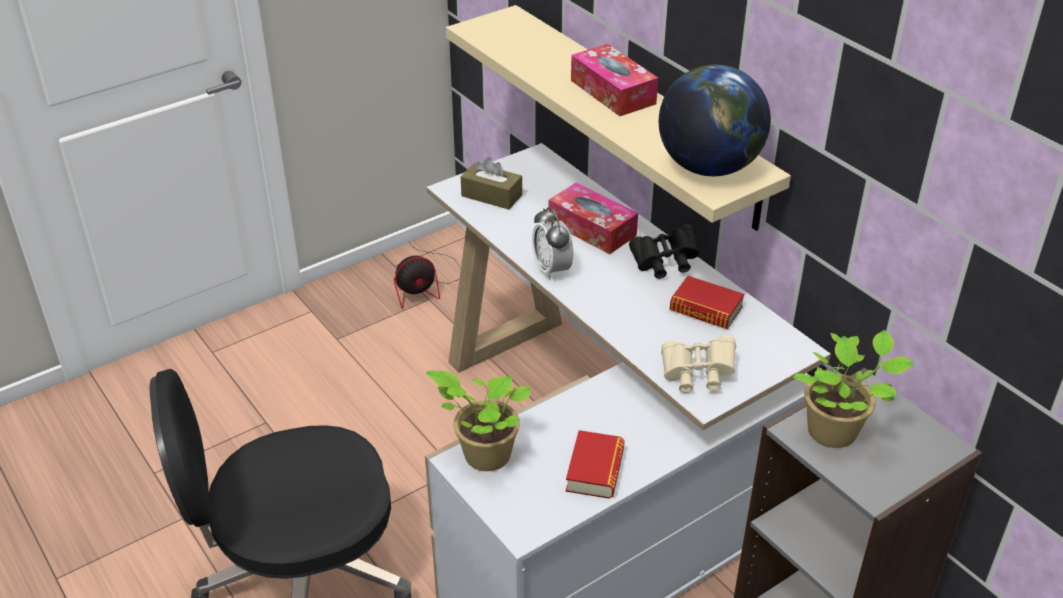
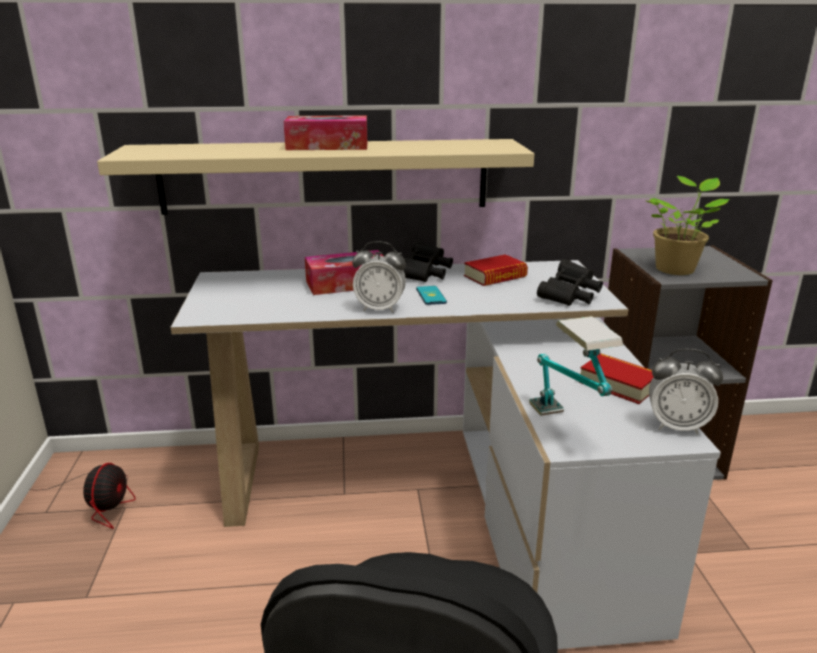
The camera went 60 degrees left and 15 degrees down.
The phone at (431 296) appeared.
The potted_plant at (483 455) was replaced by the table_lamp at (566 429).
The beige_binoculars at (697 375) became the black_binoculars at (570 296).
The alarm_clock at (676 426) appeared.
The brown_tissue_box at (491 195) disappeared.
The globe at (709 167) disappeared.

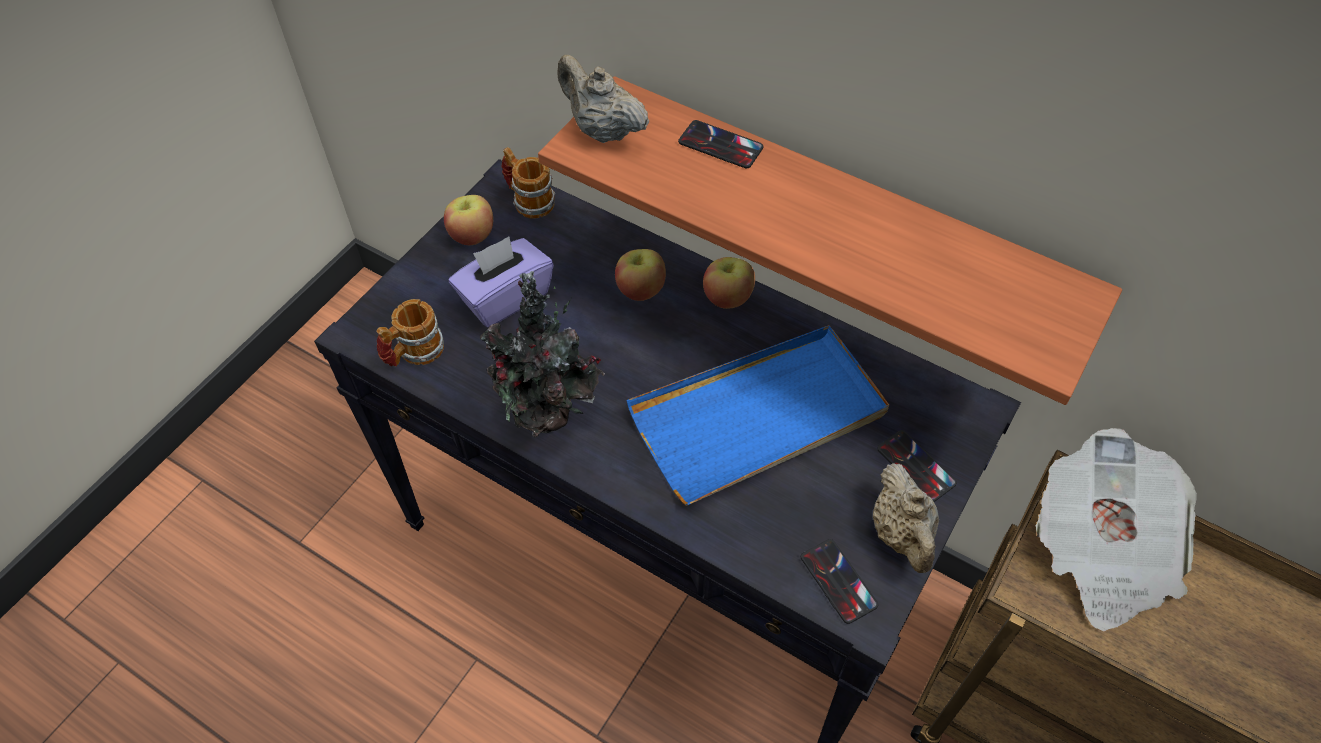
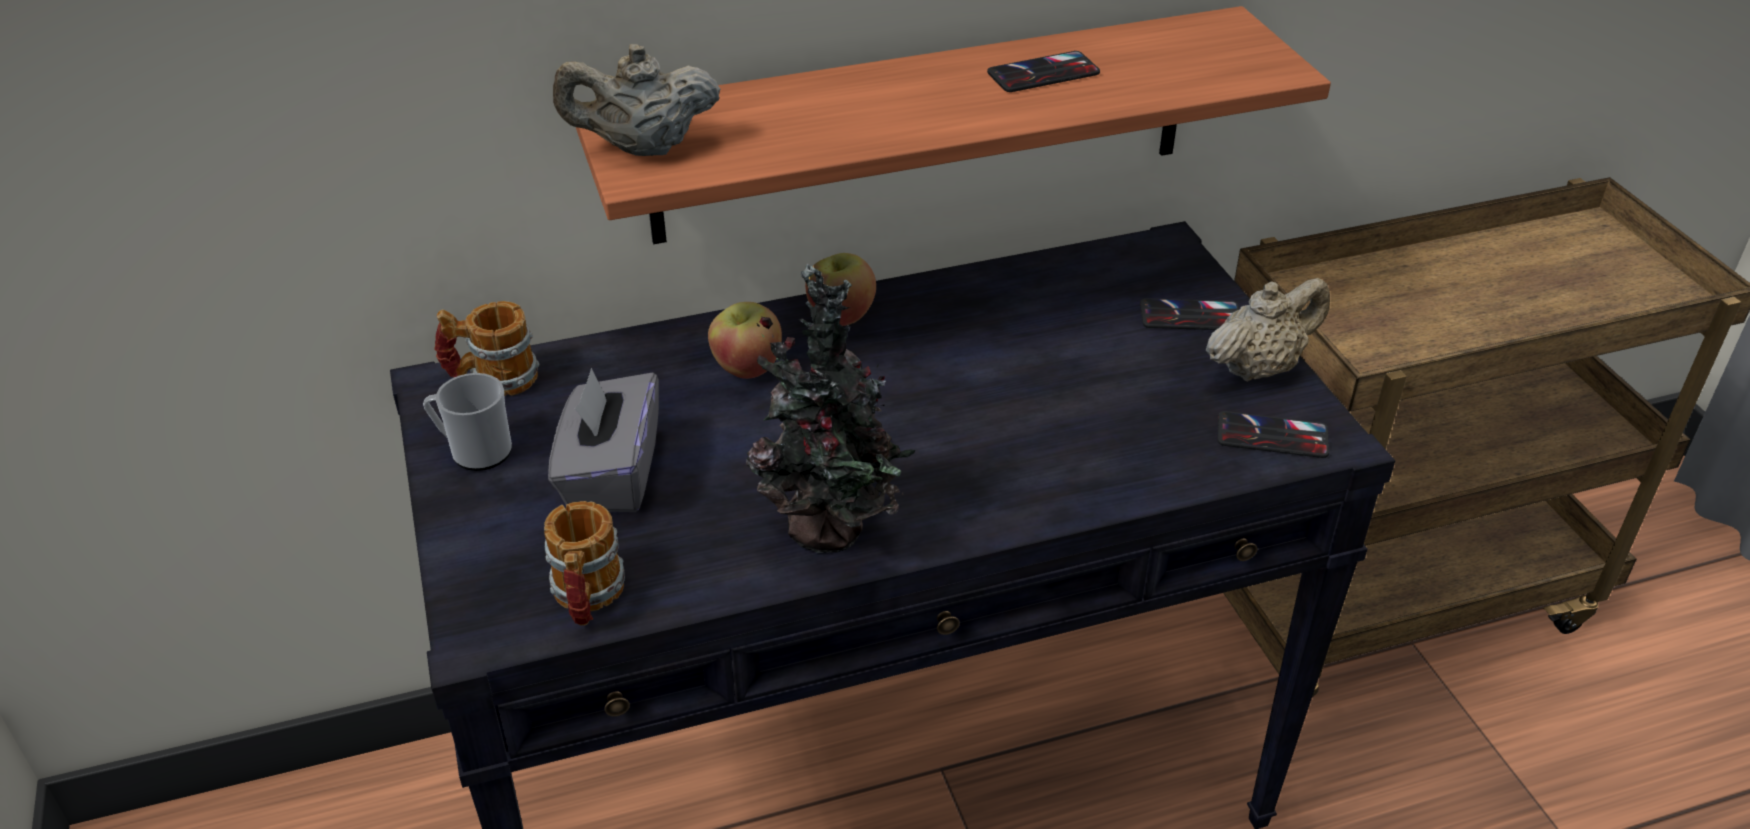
The camera went 50 degrees left and 15 degrees down.
The apple at (472 235) was replaced by the mug at (475 451).
The purple_tissue_box at (505 297) became the grey_tissue_box at (611 474).
The phone moved from (720 145) to (1043 73).
The beige_teapot at (901 534) turned 60 degrees counterclockwise.
The blue_tray at (759 417) disappeared.
The newspaper at (1101 551) disappeared.

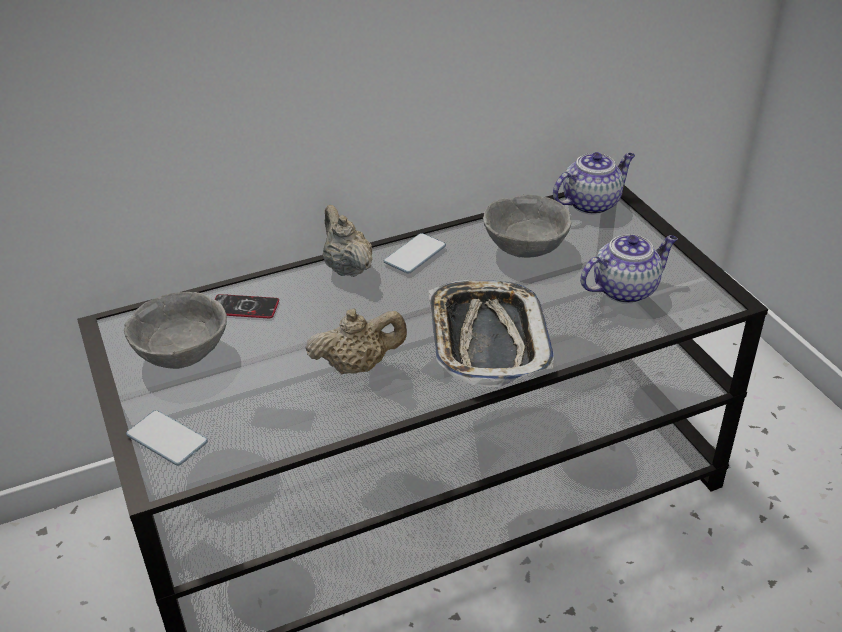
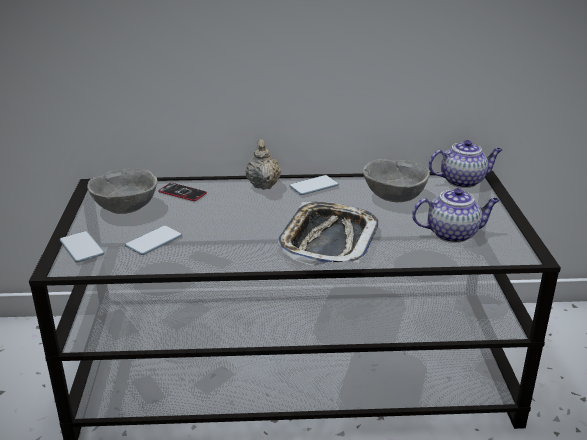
The camera went 20 degrees right and 10 degrees down.
The phone at (154 241) appeared.
The beige_teapot at (358 366) disappeared.

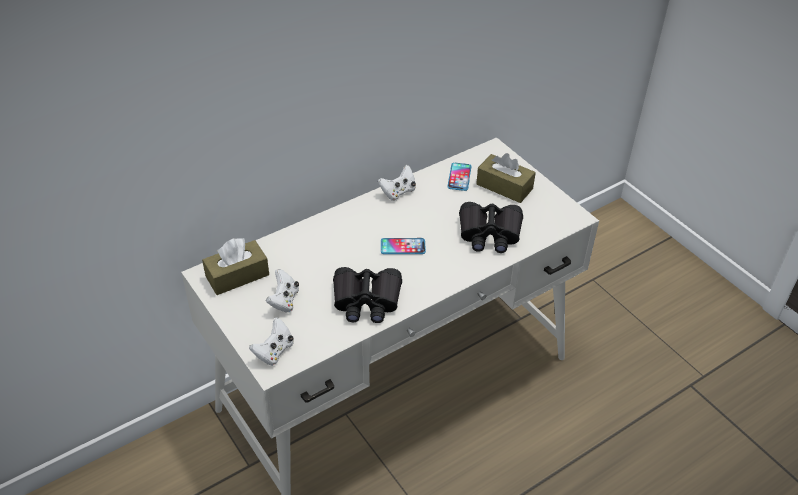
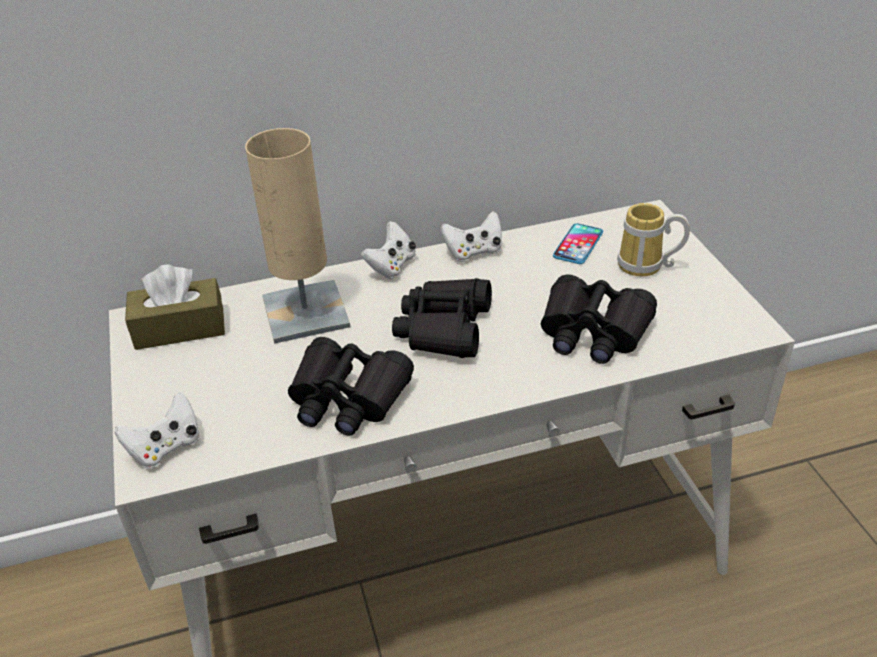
The camera went 20 degrees right and 5 degrees down.
The beige_table_lamp at (305 312) appeared.
The white_game_controller moved from (284 301) to (391 266).
The phone at (403 247) was replaced by the black_binoculars at (444 328).
The brown_tissue_box at (504 186) was replaced by the mug at (646 267).

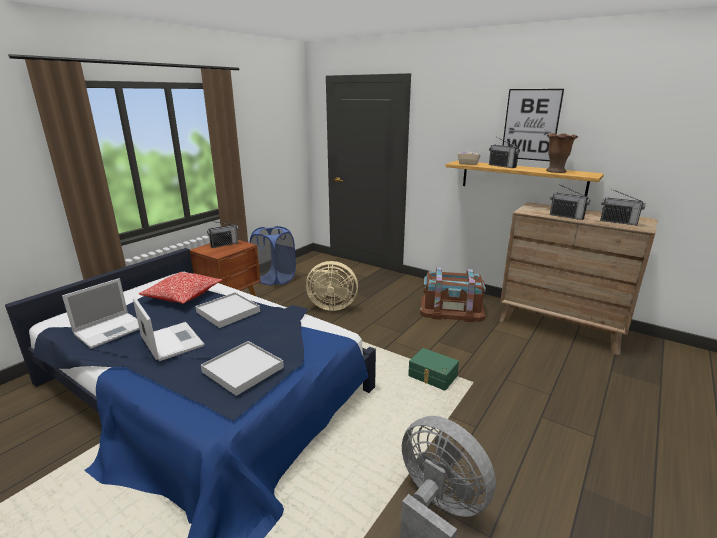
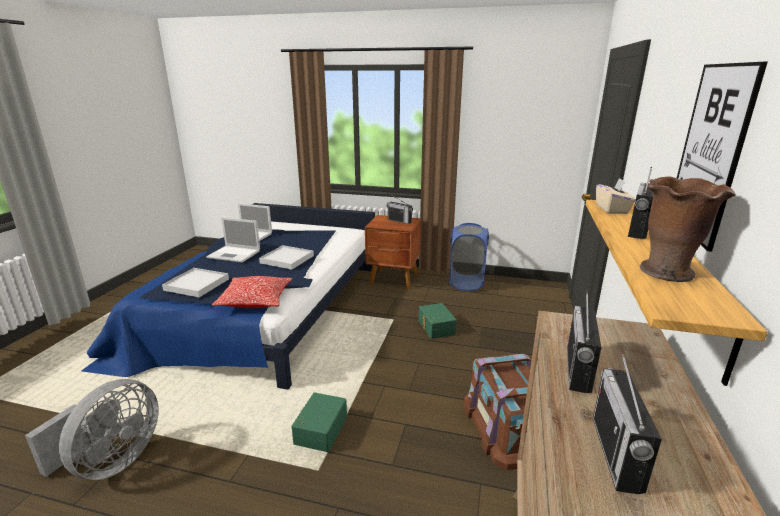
The camera went 70 degrees right and 0 degrees up.
The laptop at (171 341) turned 75 degrees clockwise.
The pillow moved from (183 296) to (255 301).
The beige_fan at (331 306) was replaced by the green_storage_box at (435 327).

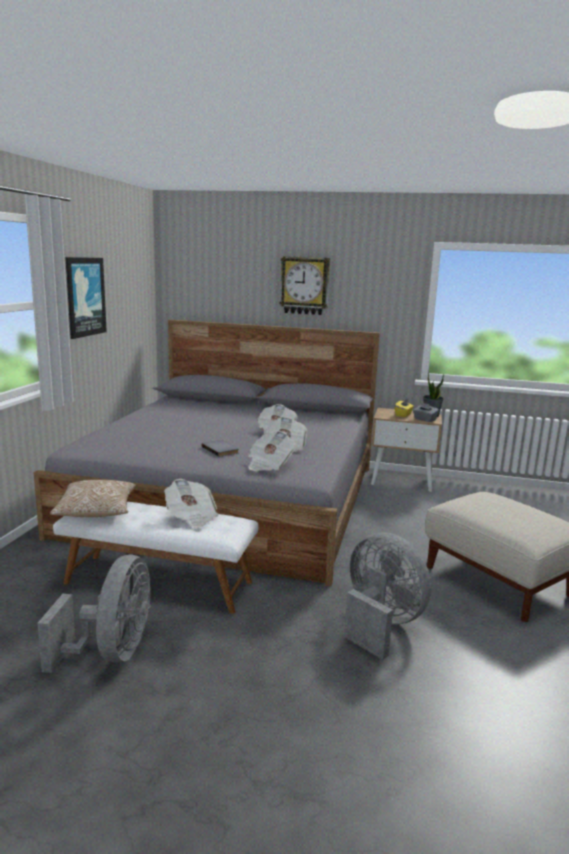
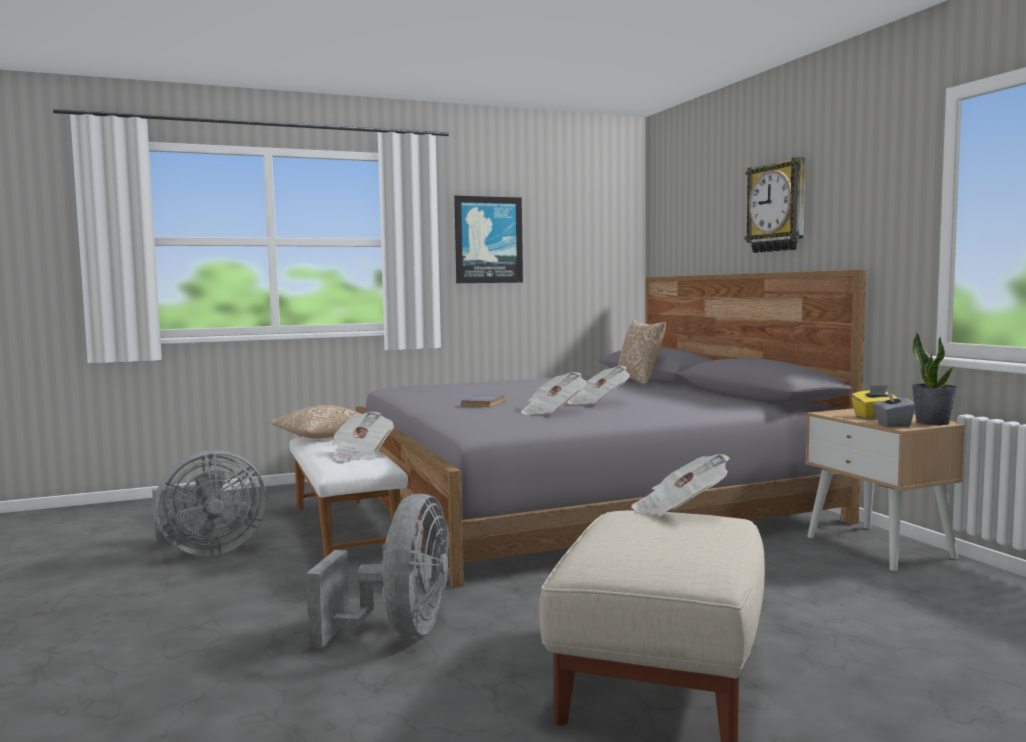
The camera went 55 degrees right and 10 degrees down.
The pillow at (640 381) appeared.
The newspaper moved from (269 464) to (679 509).

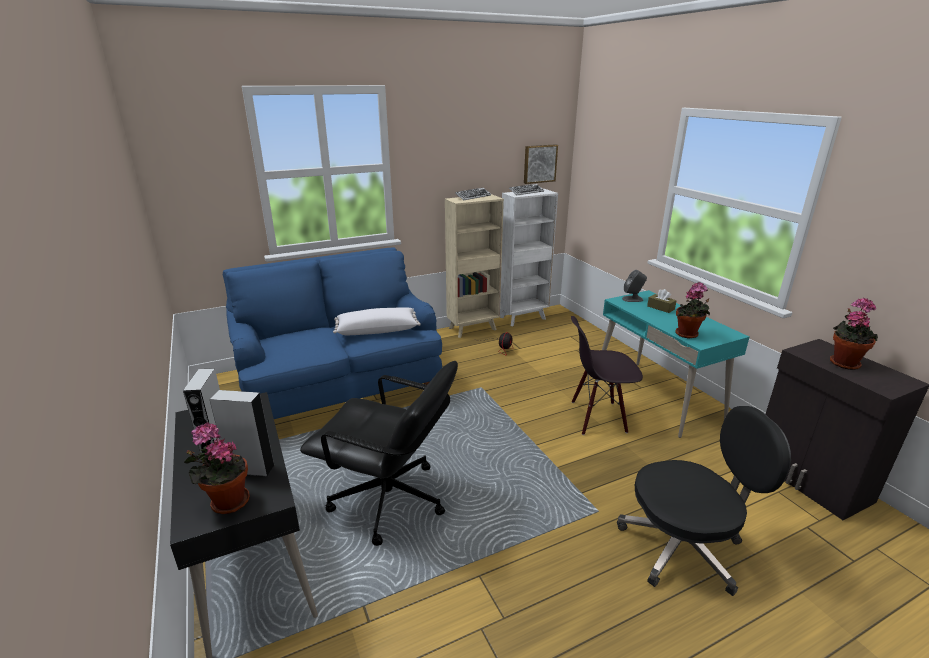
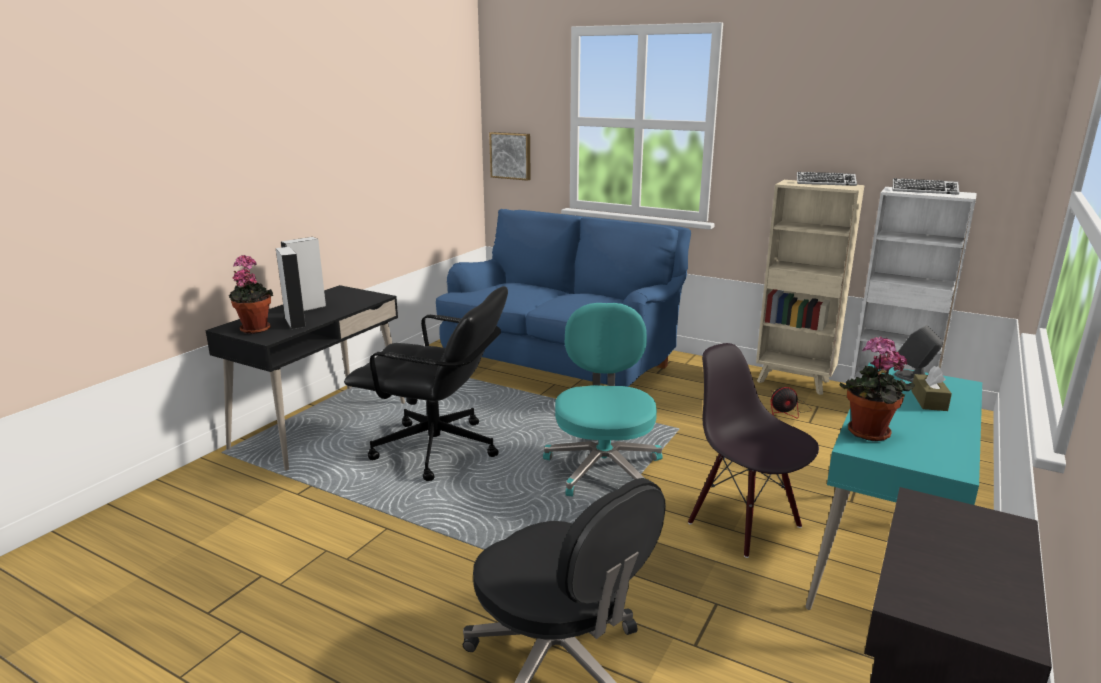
The camera went 55 degrees right and 5 degrees down.
The black_office_chair at (389 501) turned 60 degrees counterclockwise.
The picture moved from (539 163) to (511 155).
The turquoise_office_chair at (603 467) appeared.
The white_pillow at (377 330) disappeared.
The potted_plant at (843 362) disappeared.

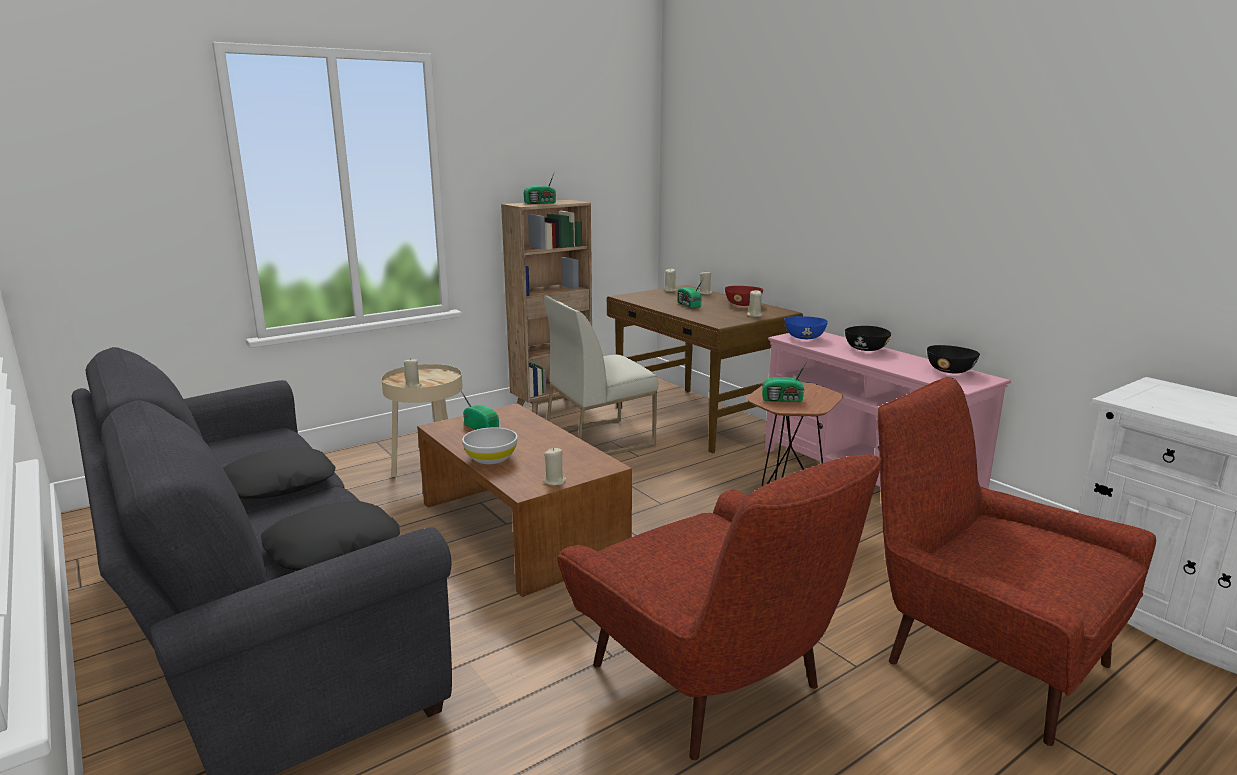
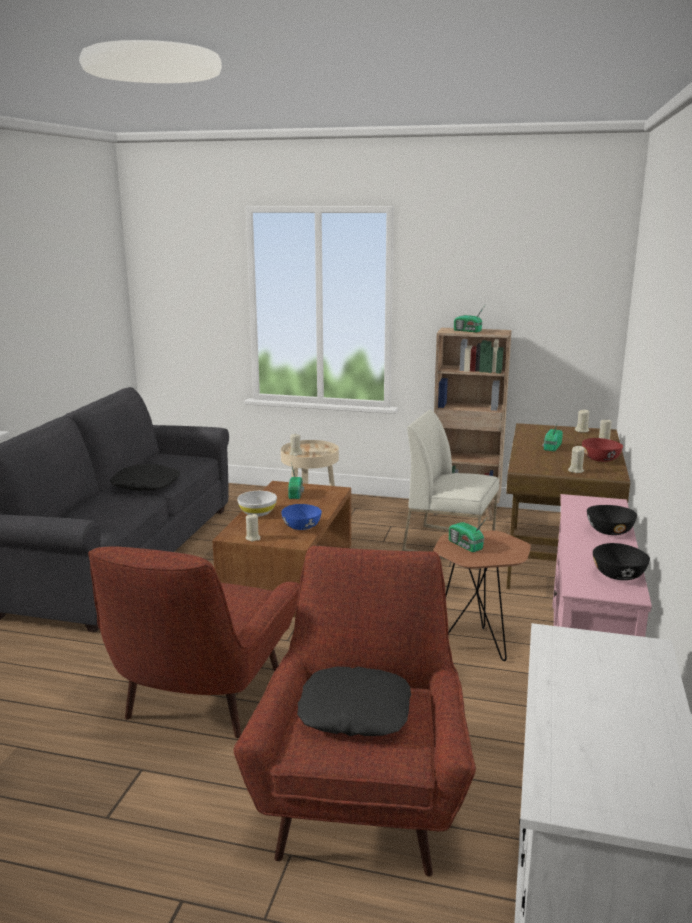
The camera went 50 degrees right and 0 degrees up.
The blue_bowl moved from (804 338) to (301 527).
The black_pillow moved from (332 547) to (355 711).

